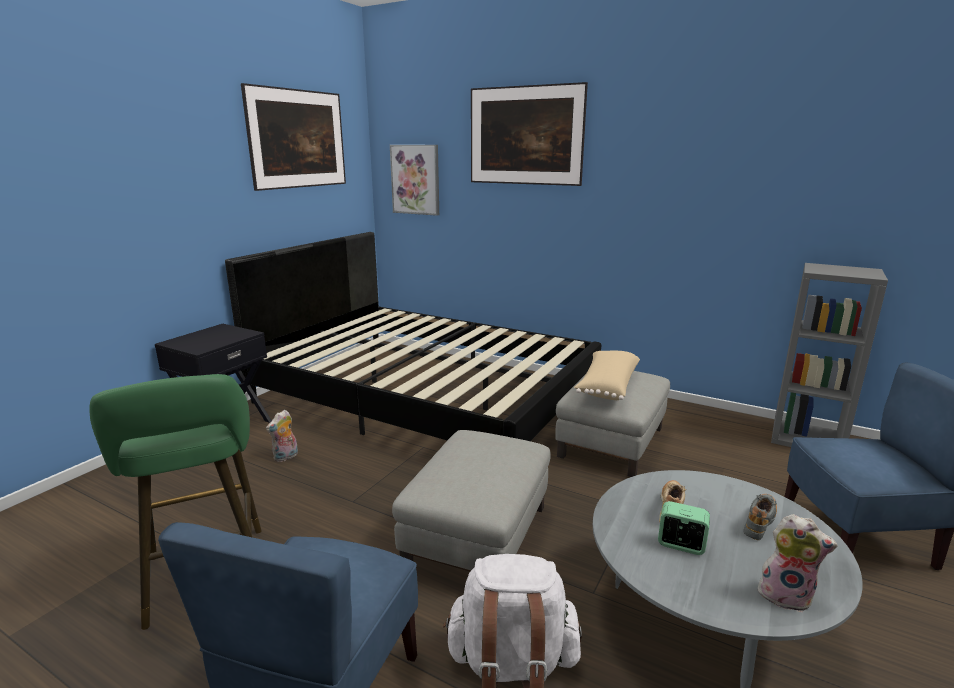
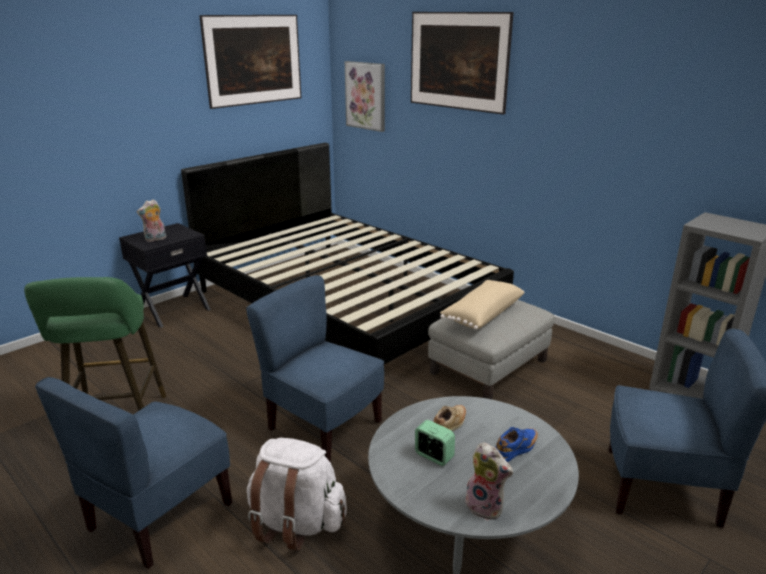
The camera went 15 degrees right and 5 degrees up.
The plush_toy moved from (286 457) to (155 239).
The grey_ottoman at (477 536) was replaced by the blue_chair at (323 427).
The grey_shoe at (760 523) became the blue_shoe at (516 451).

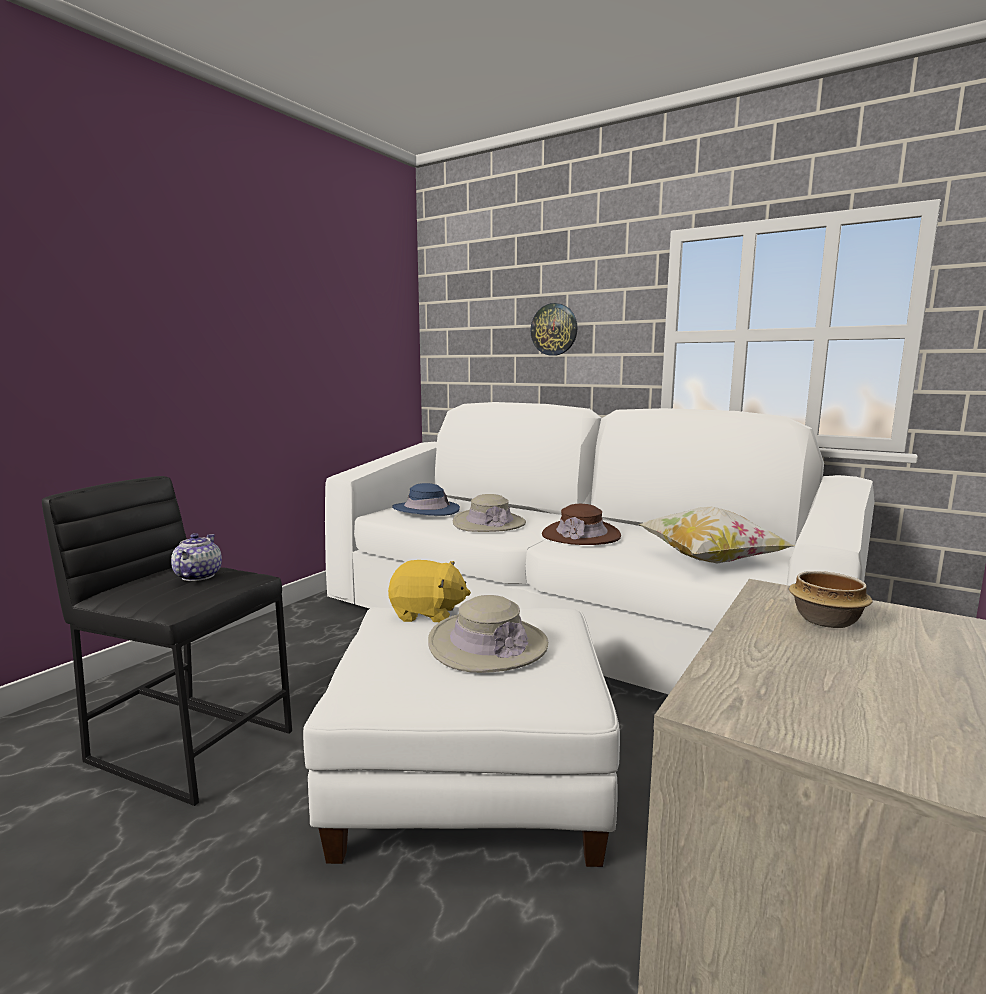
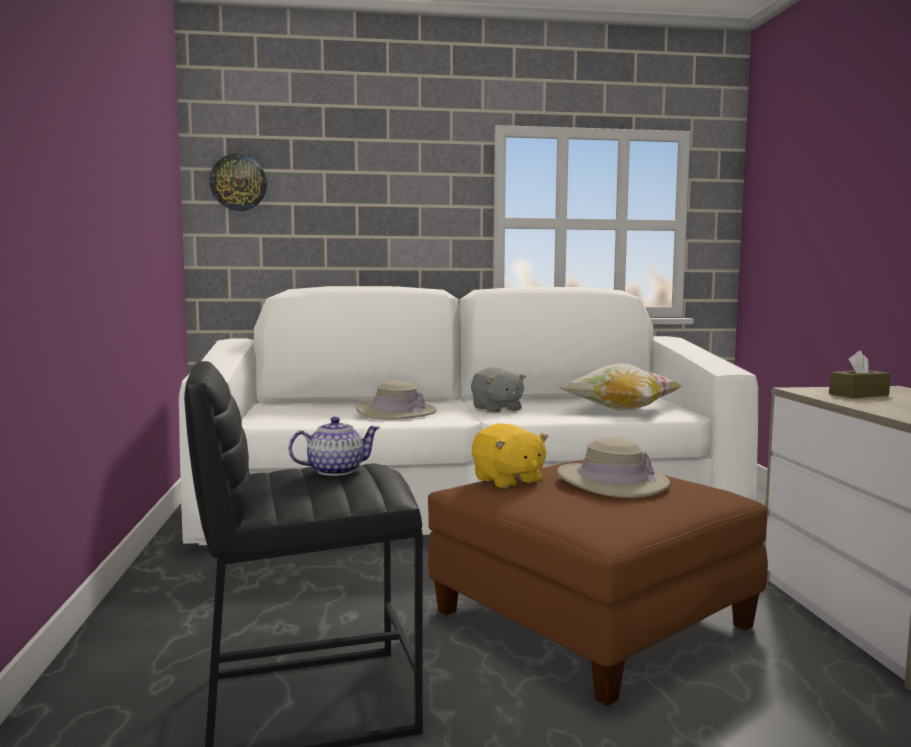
The camera went 40 degrees left and 5 degrees down.
The wall_clock moved from (554 329) to (238 182).
The teapot at (197 576) turned 105 degrees clockwise.
The white_ottoman at (470 775) became the brown_ottoman at (592 619).
The brown_hat at (581 535) was replaced by the grey_plush_toy at (496 409).
The yellow_plush_toy at (427 614) turned 90 degrees clockwise.
The bowl at (825 621) was replaced by the brown_tissue_box at (858 394).
The blue_hat at (426 510) disappeared.

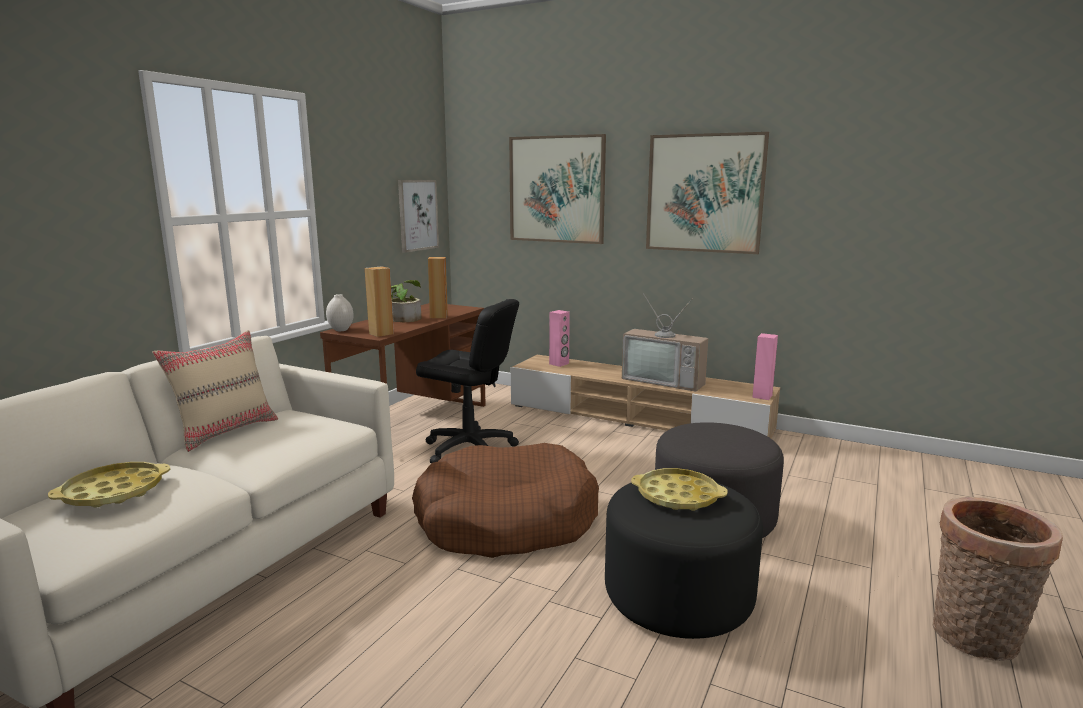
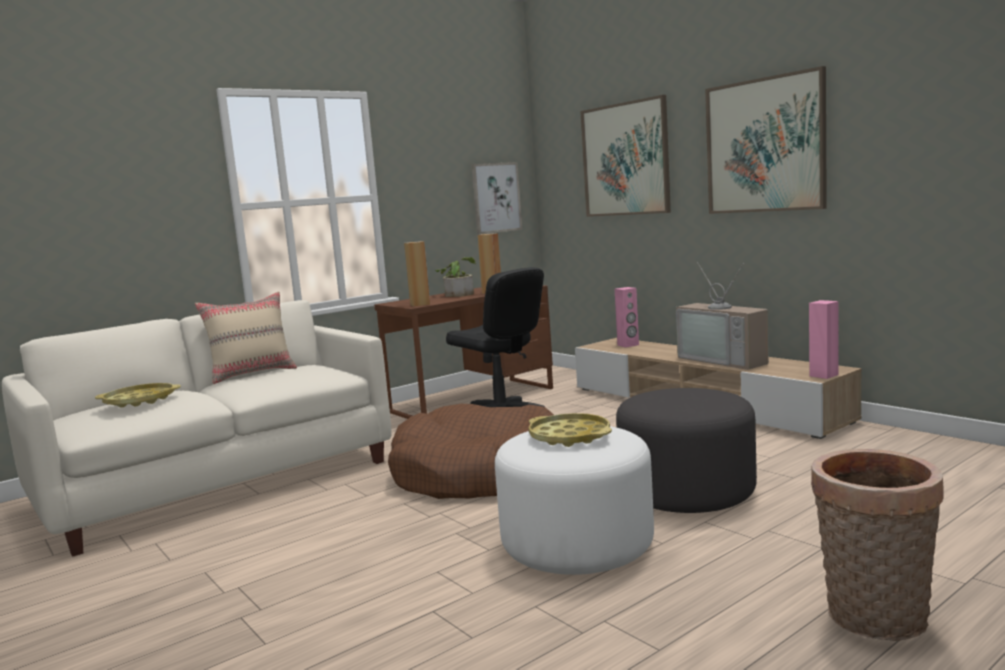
The camera went 25 degrees right and 5 degrees down.
The black_ottoman at (678 596) became the white_ottoman at (577 544).
The white_vase at (341 330) disappeared.

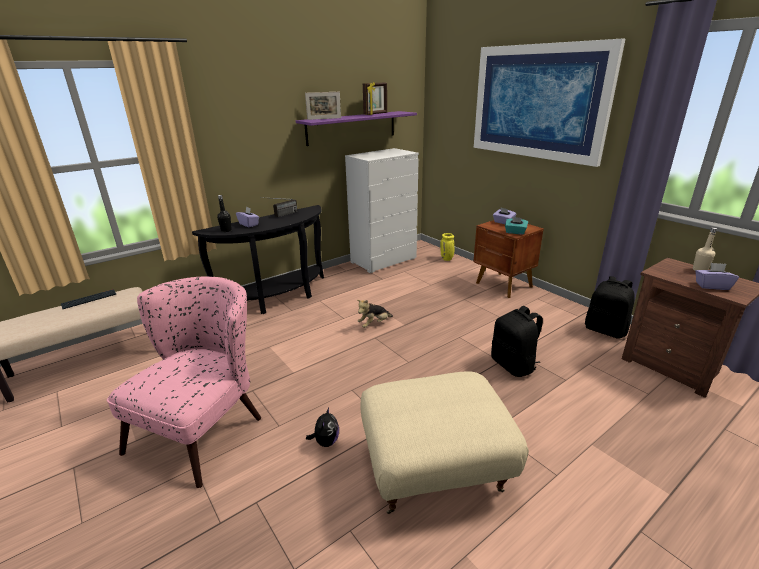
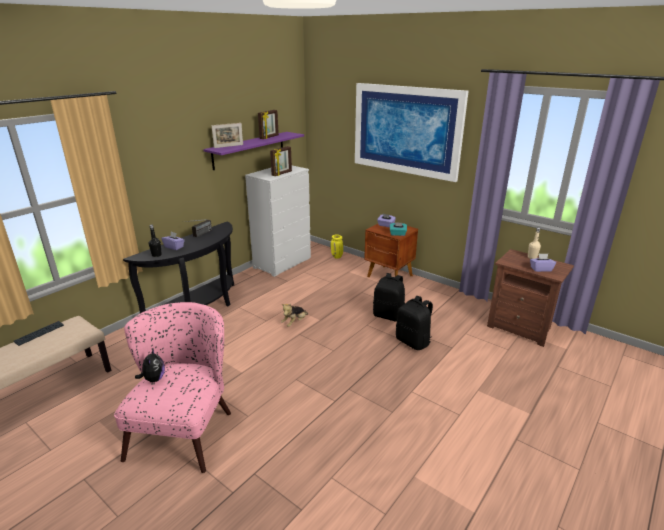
The camera went 15 degrees left and 0 degrees up.
The plush_toy moved from (326 441) to (154 379).
The picture_frame at (282 173) appeared.
The black_backpack moved from (605 330) to (388 315).
The beige_ottoman at (434 470) disappeared.

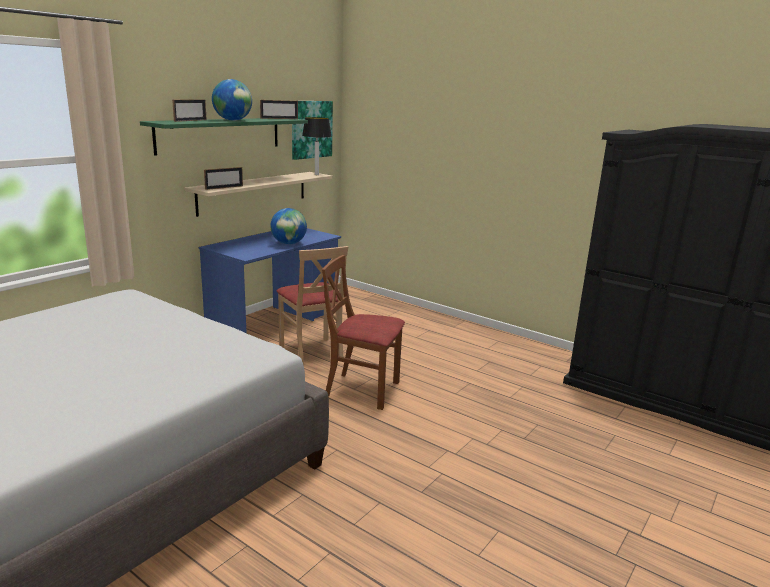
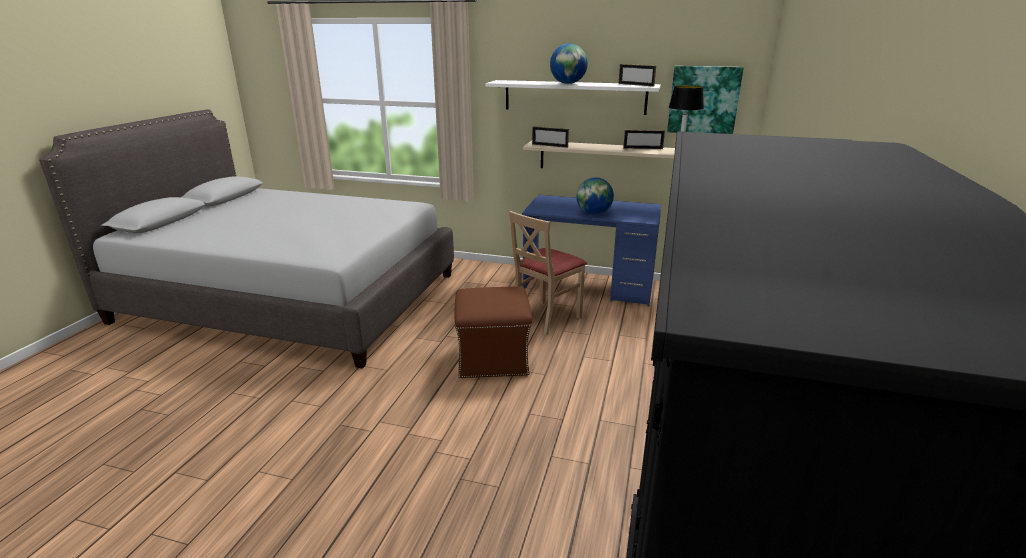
The camera went 70 degrees right and 5 degrees up.
The brown_chair at (362 390) was replaced by the brown_ottoman at (493 358).
The green_shelf at (220 134) became the white_shelf at (574 97).
The picture_frame moved from (190 120) to (643 148).

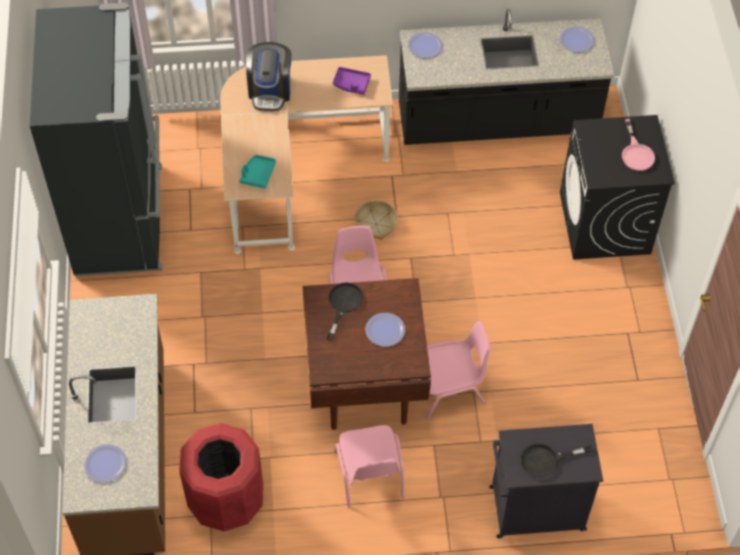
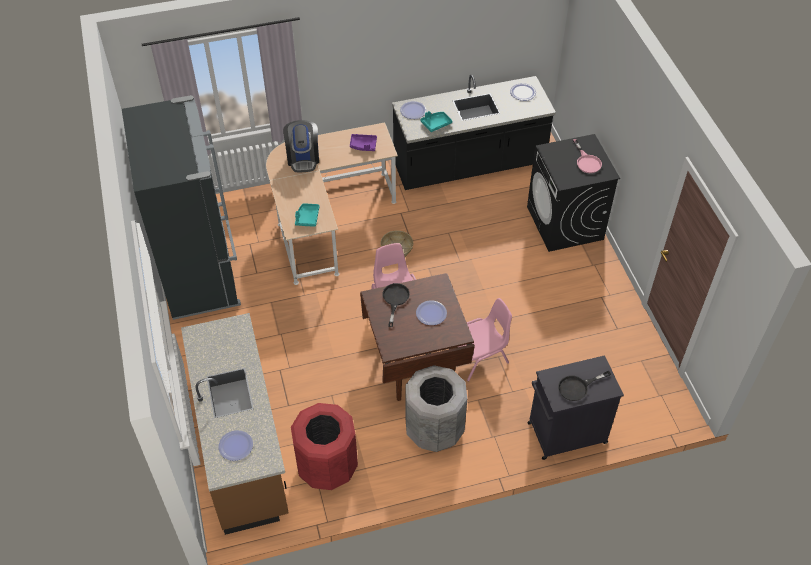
The camera went 10 degrees left and 5 degrees down.
The pink_chair at (369 475) was replaced by the grey_trash_can at (434 430).
The turquoise_tray at (436 124) appeared.

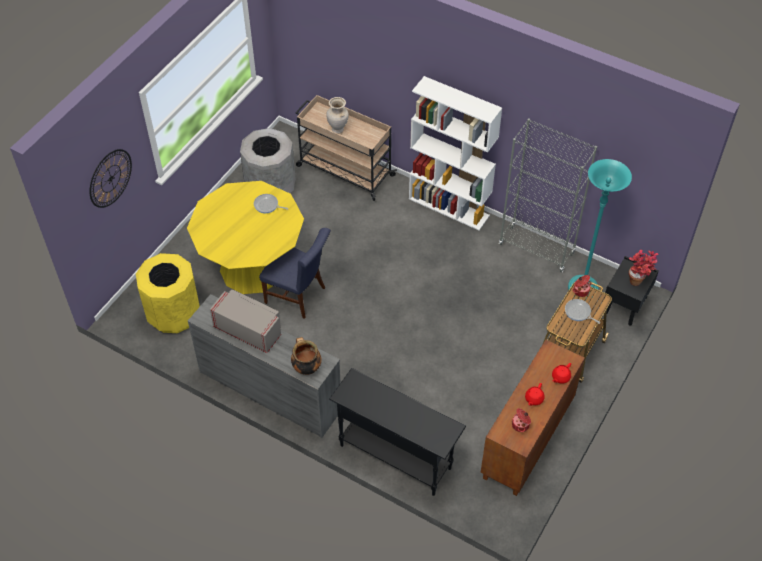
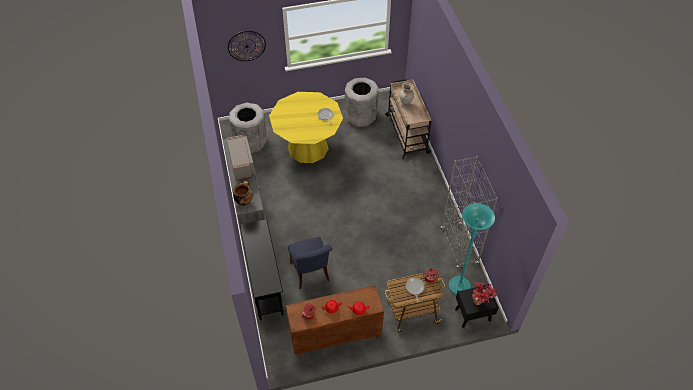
The camera went 45 degrees right and 0 degrees up.
The yellow_trash_can at (173 314) became the grey_trash_can at (251 142).
The blue_chair moved from (299 296) to (311 274).
The white_bookcase at (449 207) disappeared.

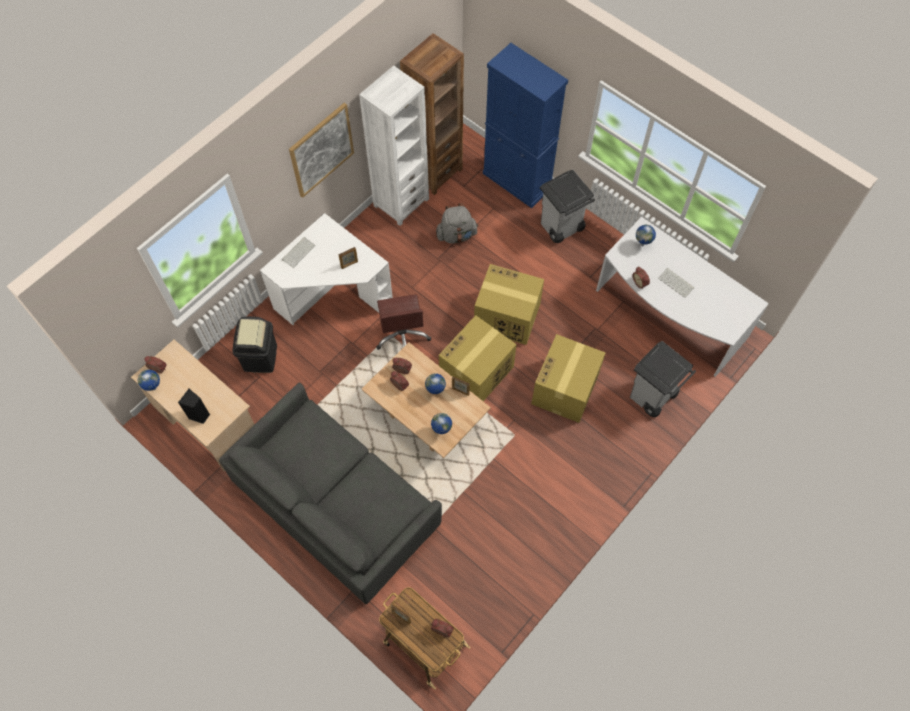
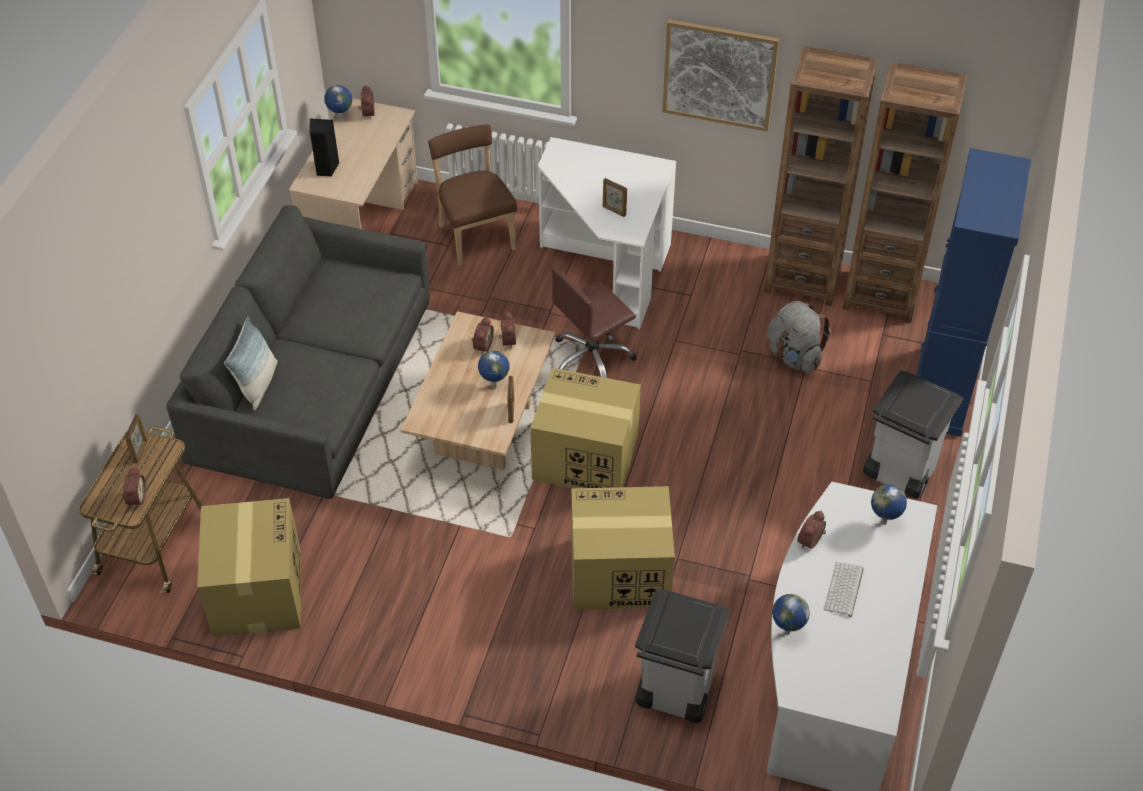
The camera went 65 degrees right and 15 degrees down.
The cardboard_box moved from (506 316) to (257 590).
The pillow at (258 384) appeared.
The black_trash_can at (260 357) was replaced by the brown_chair at (475 235).
The white_bookcase at (401 202) became the brown_bookcase at (802 279).
The globe moved from (441 431) to (786 632).
The keyboard at (298 252) disappeared.

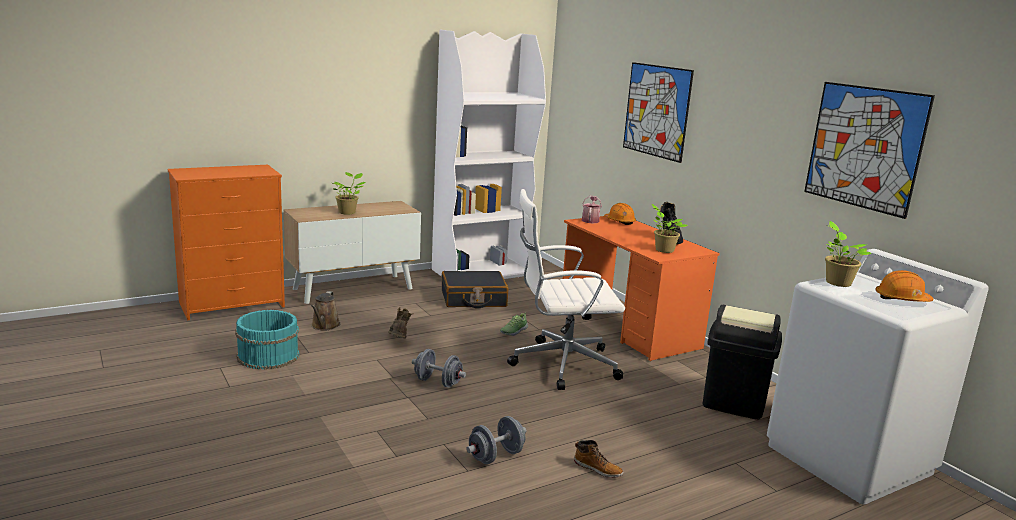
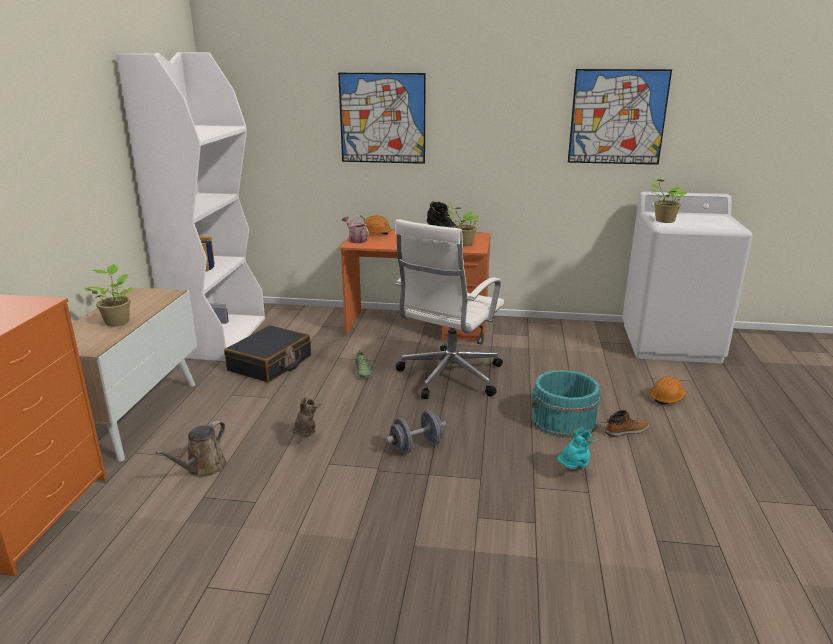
The camera went 50 degrees left and 5 degrees up.
The brown_watering_can at (324 326) turned 75 degrees clockwise.
The brown_boot at (398 342) turned 60 degrees clockwise.
The turquoise_bucket moved from (267 356) to (563 420).
The grey_dumbbell at (496 456) was replaced by the turquoise_boot at (574 468).
The orange_hard_hat moved from (901 299) to (667 398).
The black_trash_can at (733 403) disappeared.

